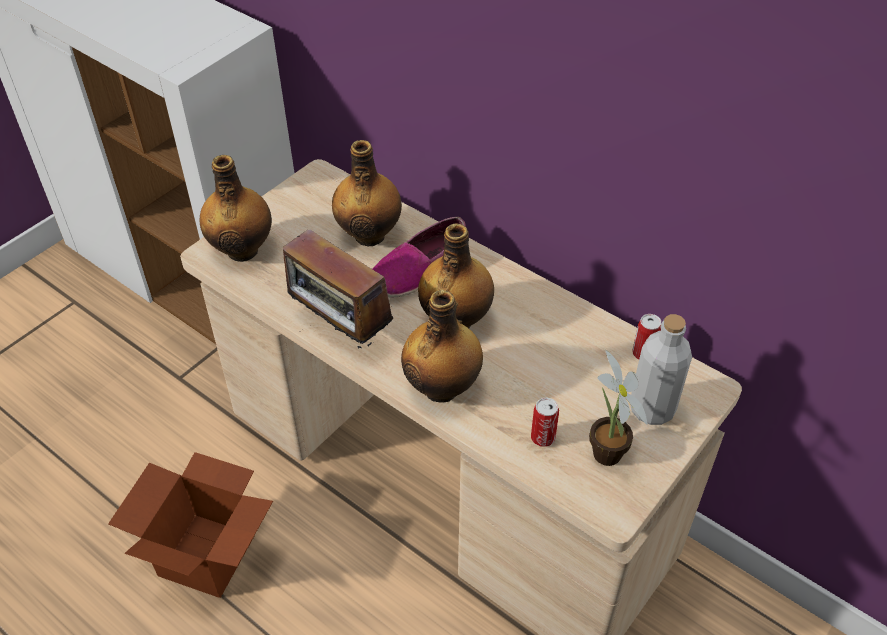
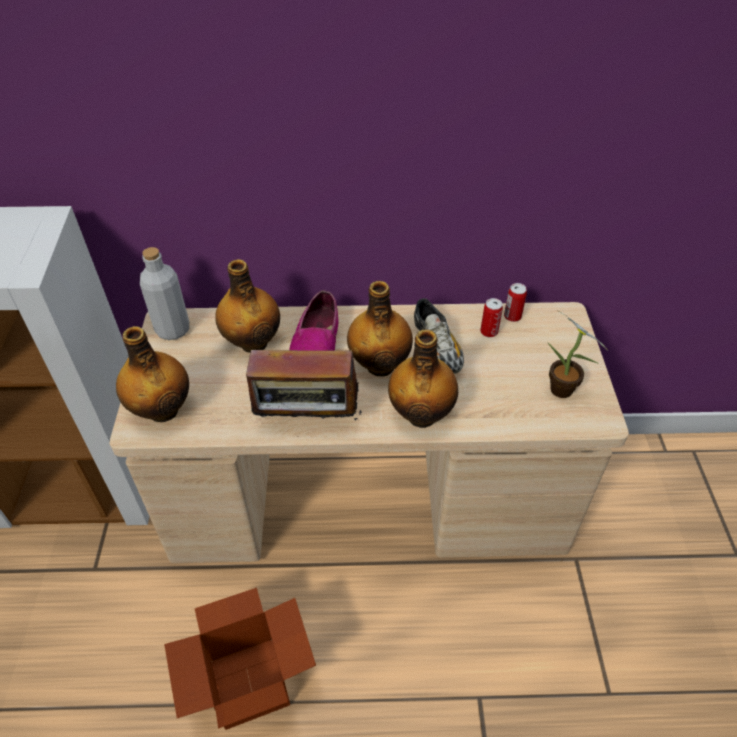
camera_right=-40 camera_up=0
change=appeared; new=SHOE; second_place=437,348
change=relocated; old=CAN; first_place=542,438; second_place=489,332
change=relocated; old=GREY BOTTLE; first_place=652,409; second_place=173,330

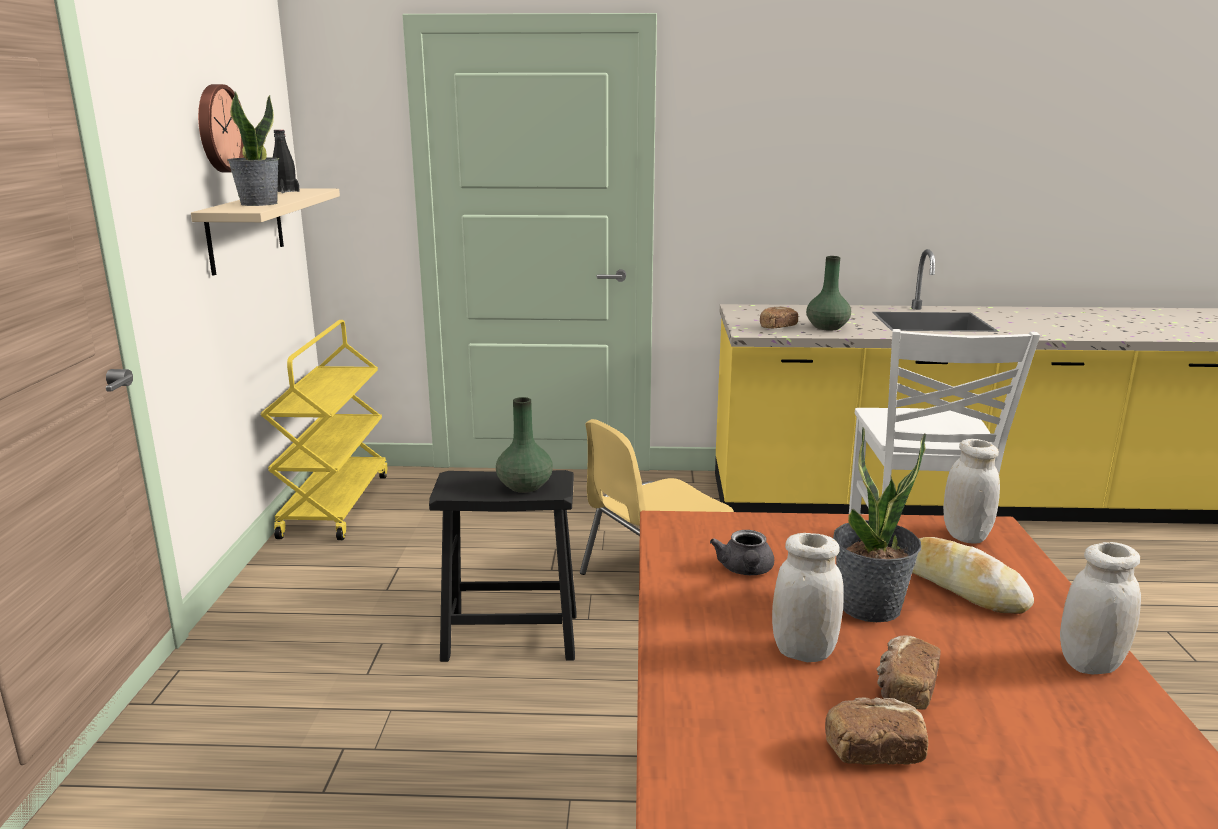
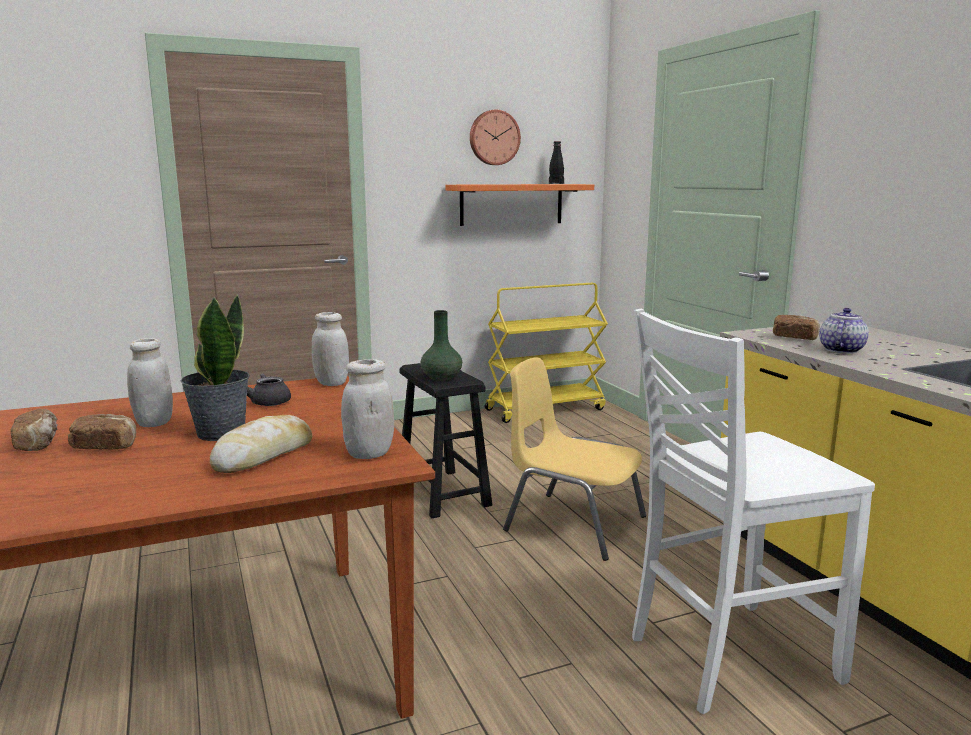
camera_right=65 camera_up=-5
change=missing; old=POTTED PLANT; first_place=258,204
change=relocated; old=WHITE JAR; first_place=1090,663; second_place=331,383
change=exchanged; old=GREEN VASE; new=TEAPOT; first_place=826,327; second_place=841,350
change=colour; old=BEIGE SHELF; new=ORANGE SHELF; first_place=246,229; second_place=511,204

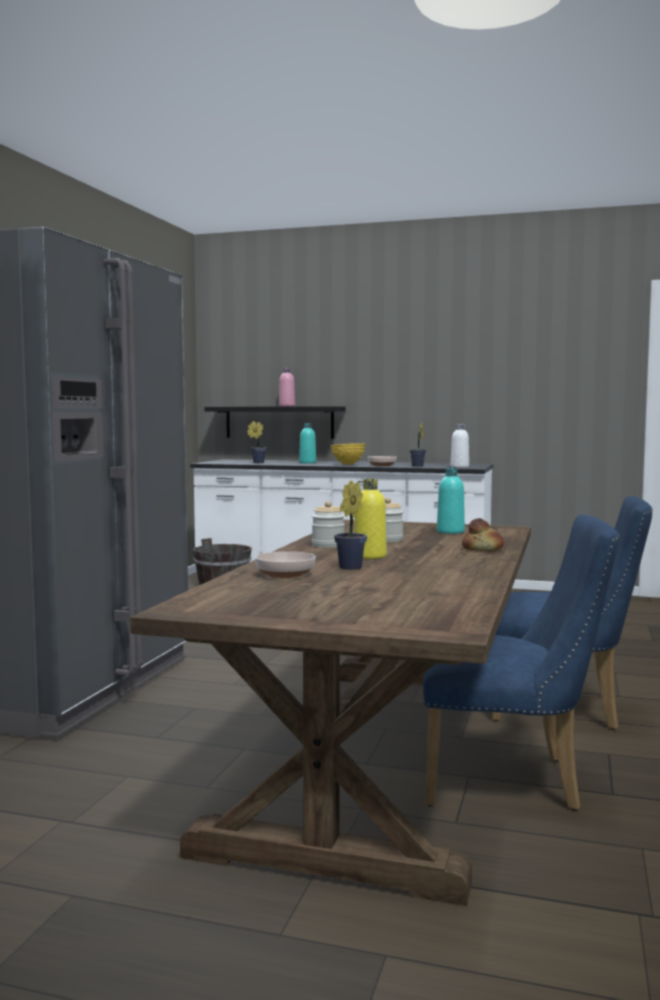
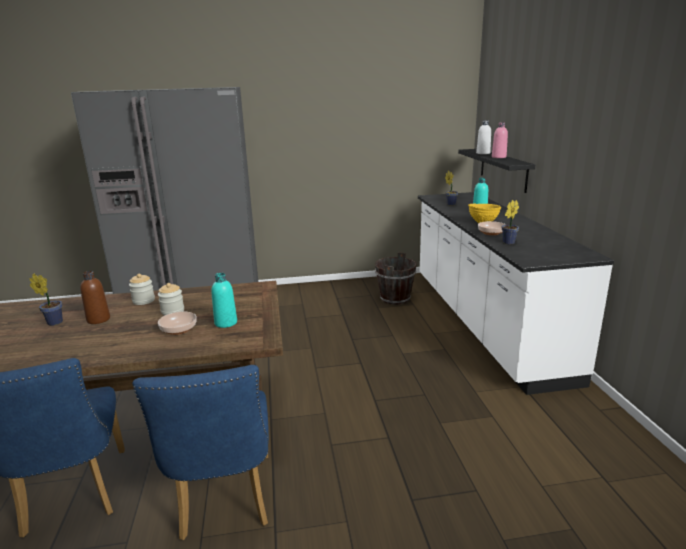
camera_right=65 camera_up=15
change=missing; old=BREAD; first_place=483,549
change=relocated; old=BOWL; first_place=284,575; second_place=179,329
change=relocated; old=WHITE BOTTLE; first_place=459,467; second_place=483,153
change=colour; old=YELLOW BOTTLE; new=BROWN BOTTLE; first_place=369,556; second_place=98,319

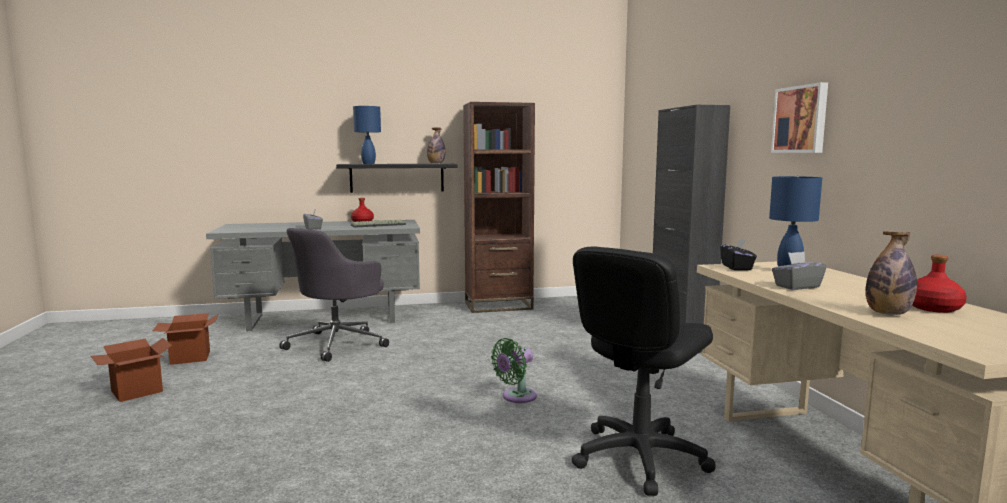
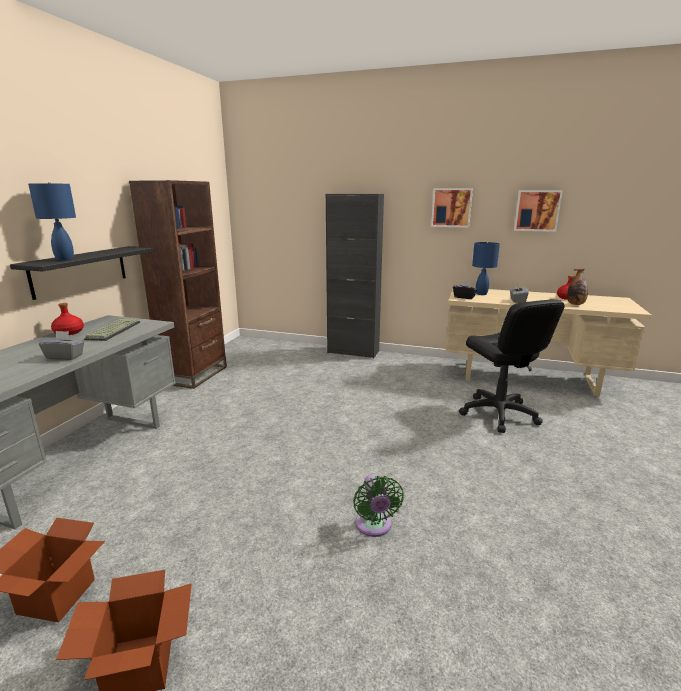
camera_right=-60 camera_up=10
change=missing; old=GREY OFFICE CHAIR; first_place=338,344
change=missing; old=BOTTLE; first_place=436,163
change=appeared; new=PICTURE; second_place=537,210
change=relocated; old=GREEN FAN; first_place=516,397; second_place=374,527

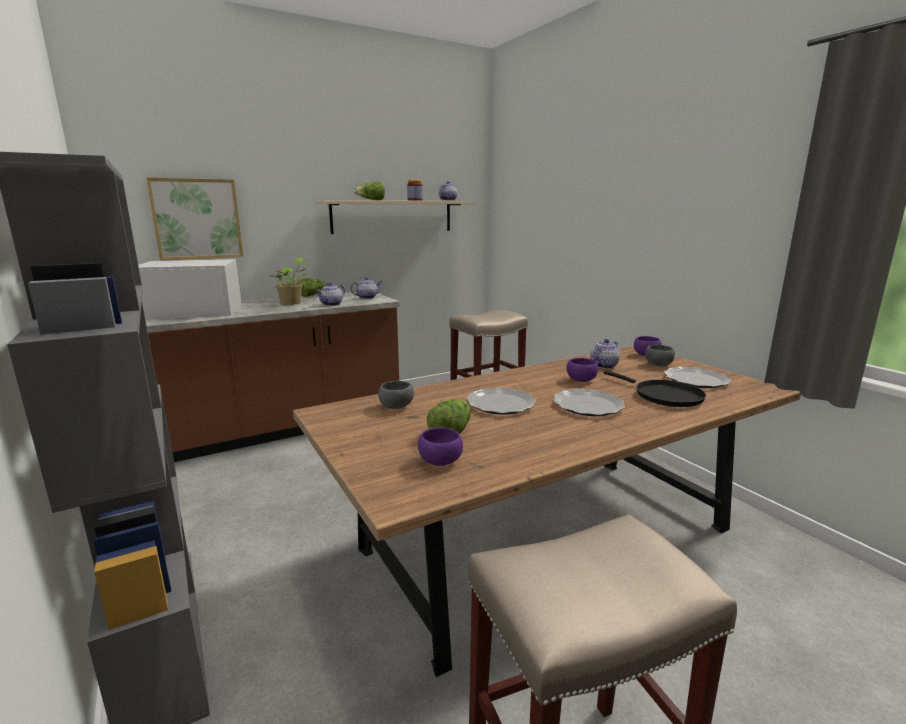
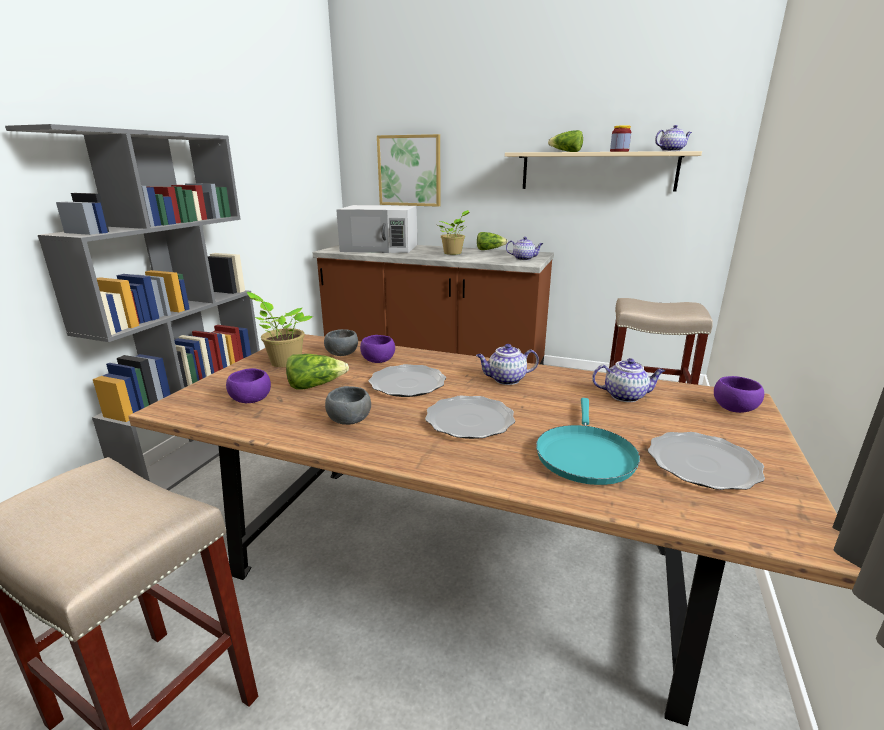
camera_right=50 camera_up=5
change=appeared; new=POTTED PLANT; second_place=283,362
change=relocated; old=TEAPOT; first_place=331,304; second_place=505,380
change=relocated; old=PURPLE BOWL; first_place=581,380; second_place=377,361
change=relocated; old=GREY BOWL; first_place=658,365; second_place=348,421
change=colour; old=BLACK FRYING PAN; new=TURQUOISE FRYING PAN; first_place=664,396; second_place=585,455
change=spun; old=WHITE MICROWAVE; first_place=193,311; second_place=380,248; degrees=150

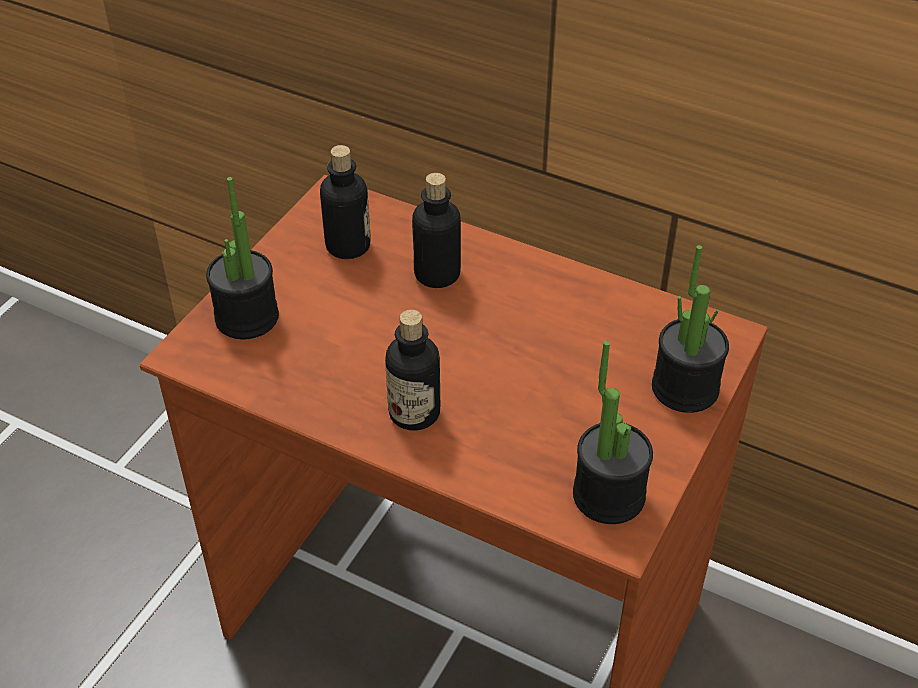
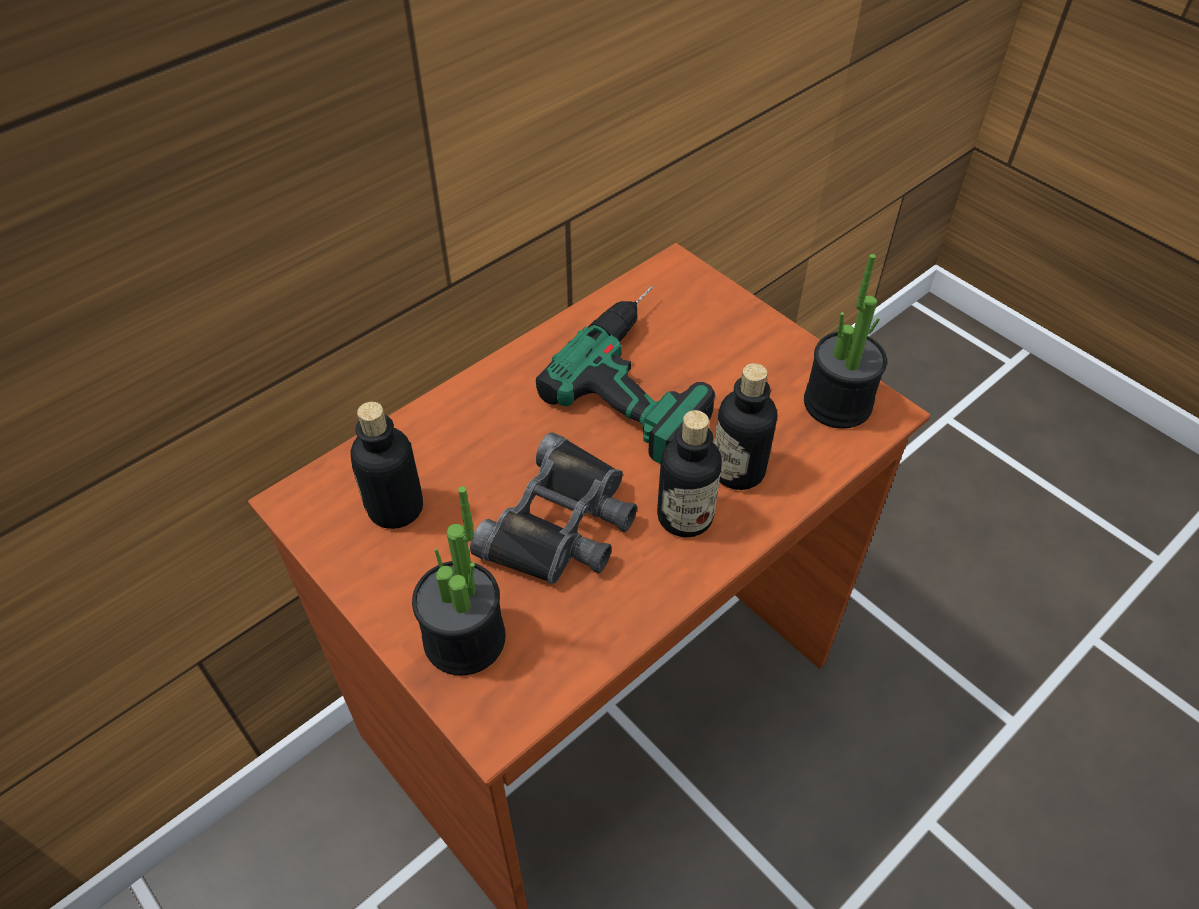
camera_right=-70 camera_up=5
change=missing; old=POTTED PLANT; first_place=685,388
change=appeared; new=BLACK BINOCULARS; second_place=562,523
change=appeared; new=POWER DRILL; second_place=650,375
change=relocated; old=BOTTLE; first_place=437,274; second_place=738,470

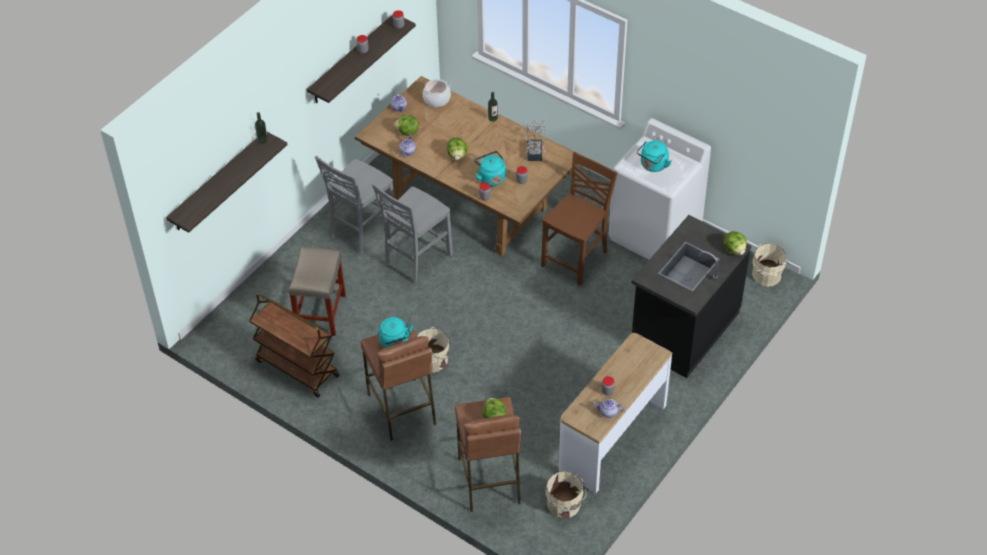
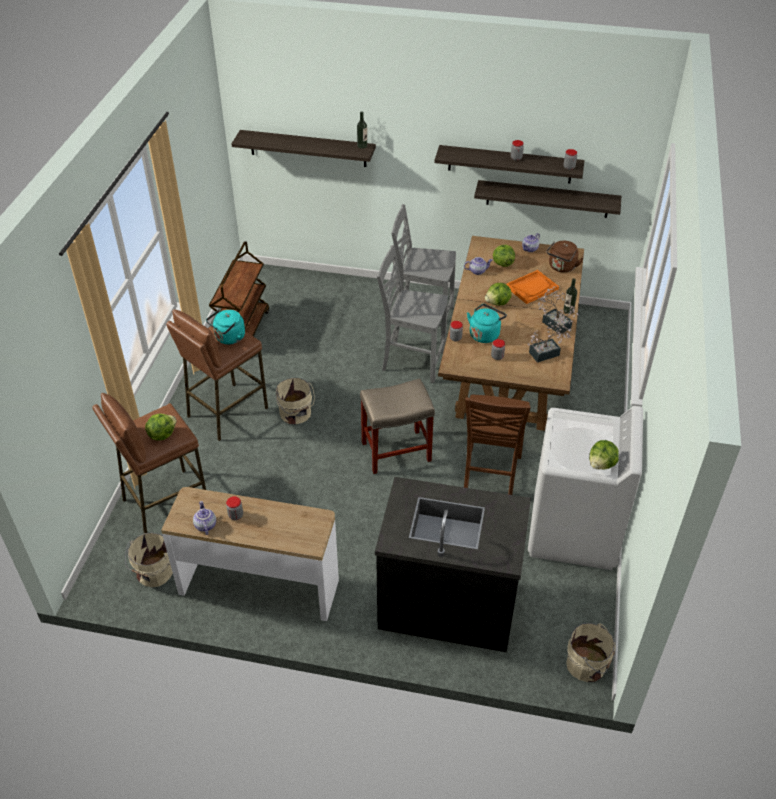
camera_right=65 camera_up=-5
change=missing; old=TURQUOISE KETTLE; first_place=653,166
change=appeared; new=SHELF; second_place=547,199
change=appeared; new=ORANGE TRAY; second_place=532,288
change=appeared; new=POTTED PLANT; second_place=554,323
change=relocated; old=BEIGE STOOL; first_place=320,312; second_place=397,451
change=relocated; old=LETTUCE; first_place=734,250; second_place=601,464
change=exchanged; old=COOKING POT; new=BROWN KETTLE; first_place=437,99; second_place=561,267
change=spun; old=BROWN CHAIR; first_place=576,259; second_place=490,476; degrees=90

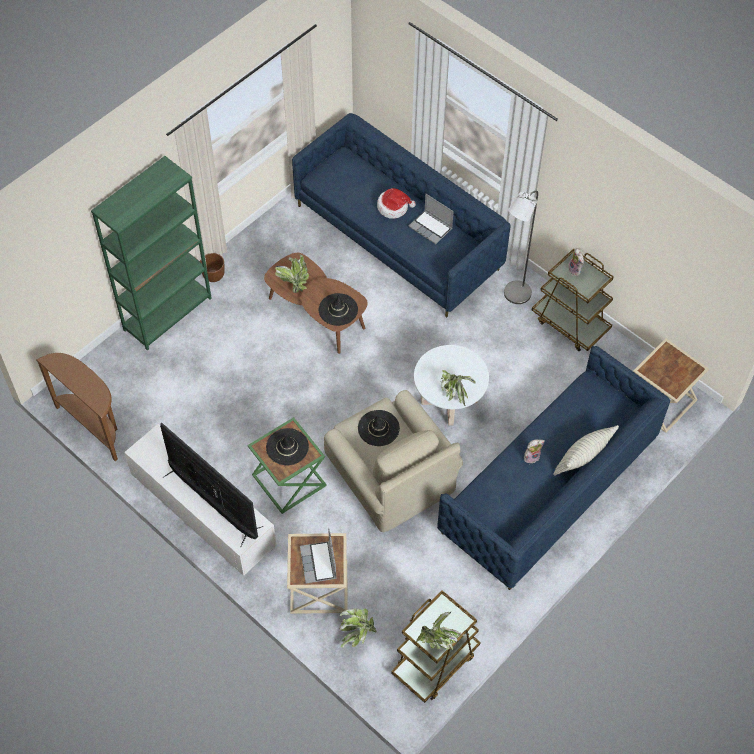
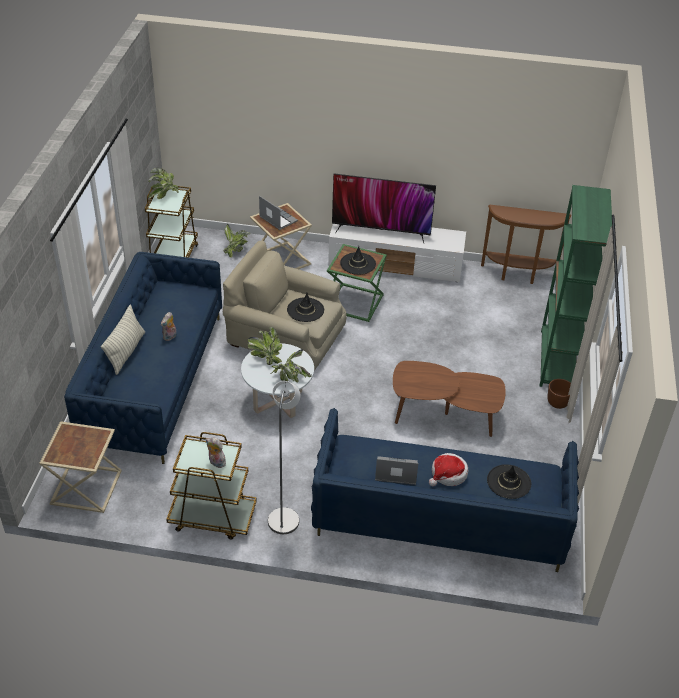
camera_right=145 camera_up=-15
change=relocated; old=POTTED PLANT; first_place=294,282; second_place=289,379
change=relocated; old=BLACK HAT; first_place=338,309; second_place=509,482

